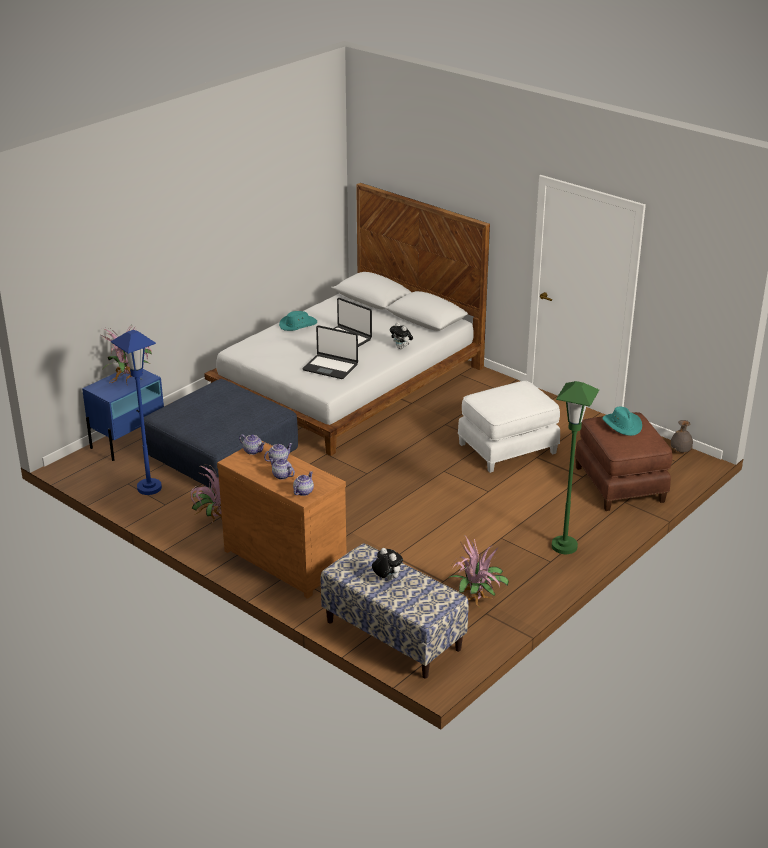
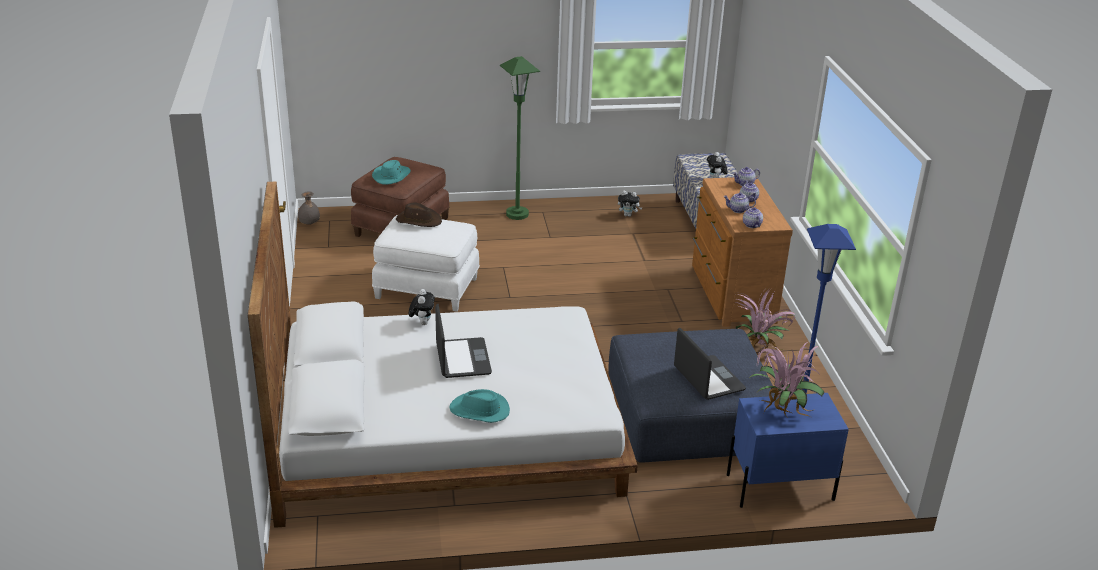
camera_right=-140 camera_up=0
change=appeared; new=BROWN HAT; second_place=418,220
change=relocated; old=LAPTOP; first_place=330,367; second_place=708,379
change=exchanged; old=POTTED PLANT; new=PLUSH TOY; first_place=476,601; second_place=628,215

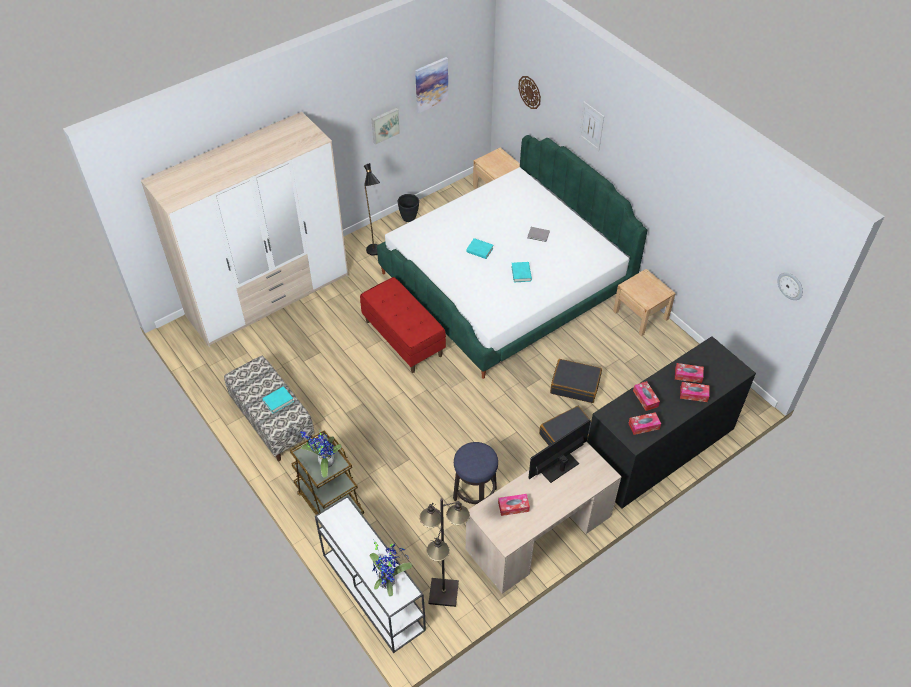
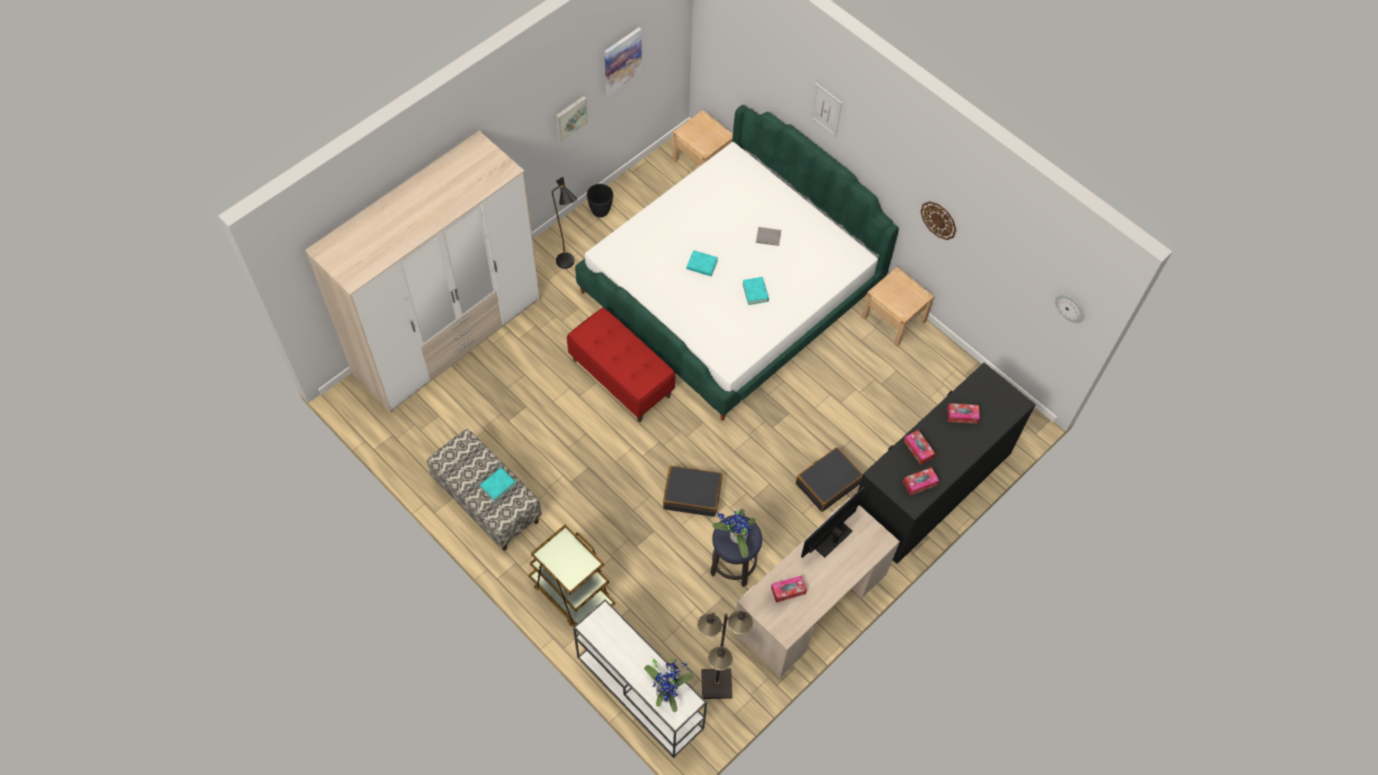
camera_right=-10 camera_up=10
change=missing; old=TISSUE BOX; first_place=693,394
change=relocated; old=POTTED PLANT; first_place=324,462; second_place=736,537
change=relocated; old=WALL CLOCK; first_place=530,92; second_place=938,220
change=relocated; old=BLACK SUITCASE; first_place=575,385; second_place=692,494

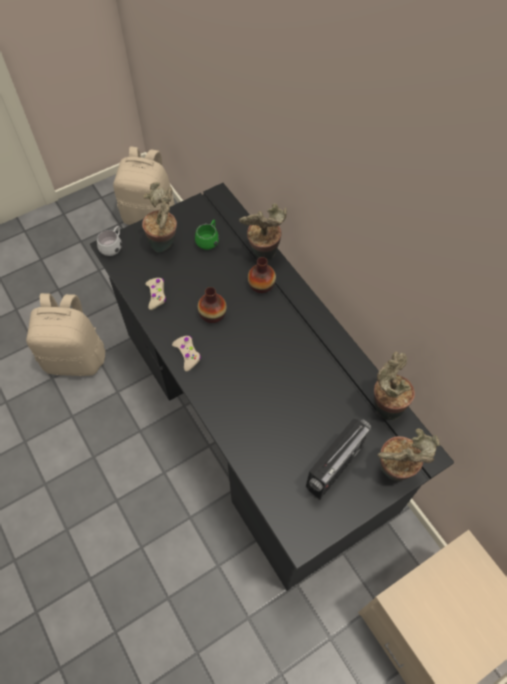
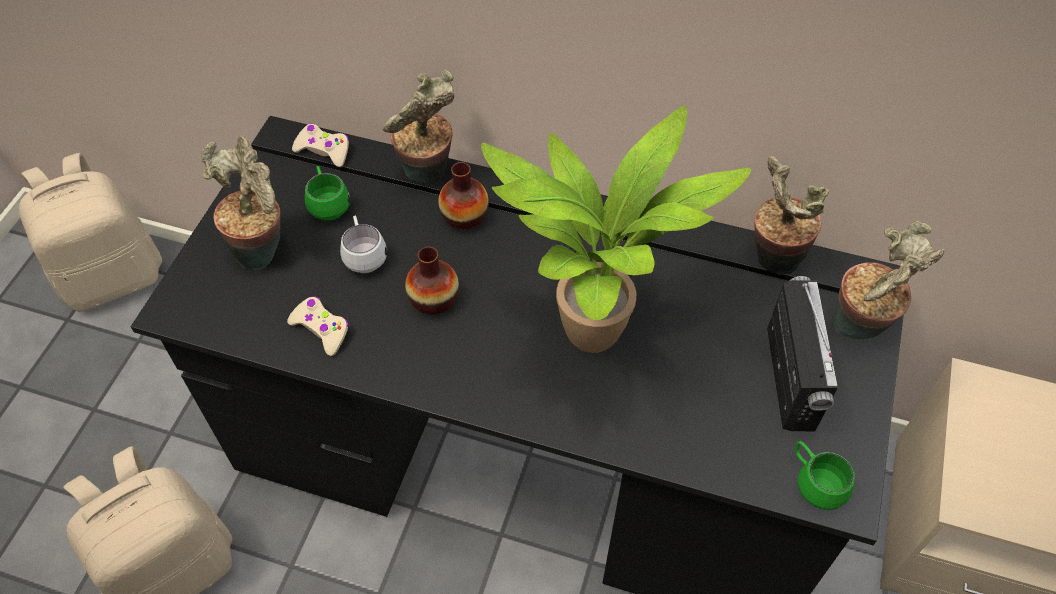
camera_right=-40 camera_up=-5
change=appeared; new=POTTED PLANT; second_place=594,342
change=appeared; new=GREEN MUG; second_place=813,483
change=relocated; old=WHITE MUG; first_place=113,247; second_place=364,256
change=relocated; old=BEIGE GAME CONTROLLER; first_place=187,354; second_place=324,150

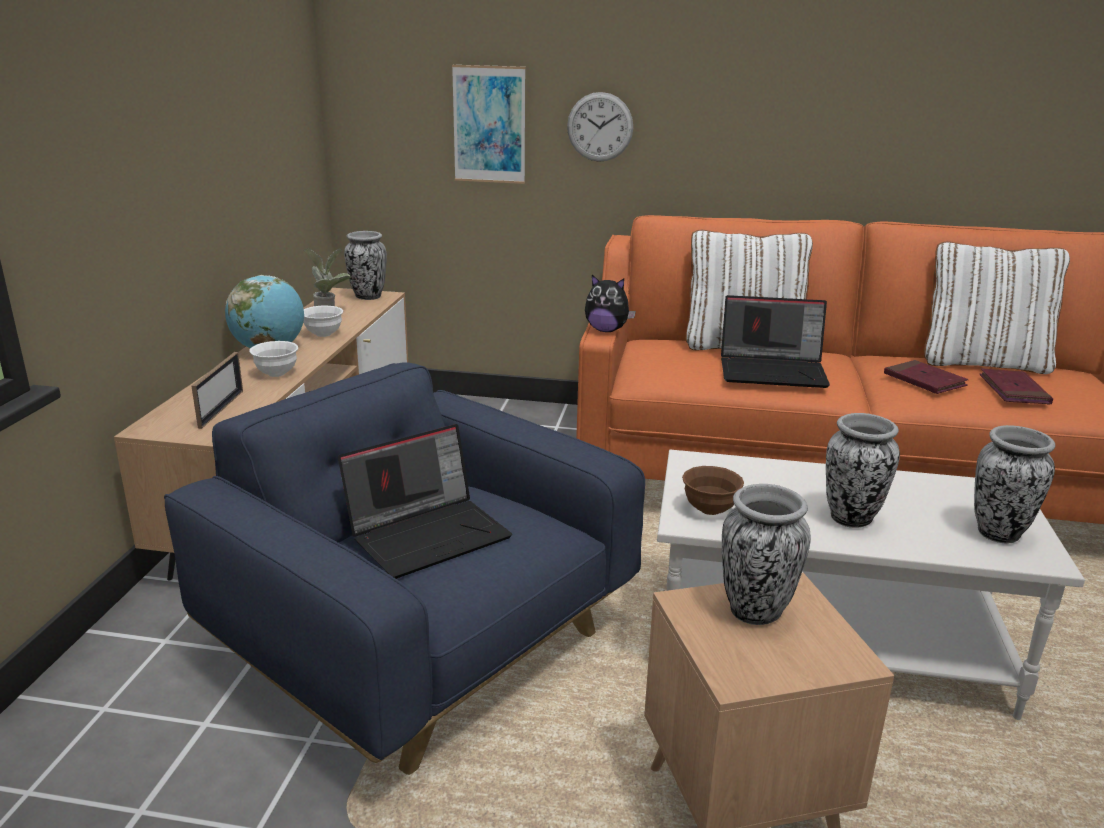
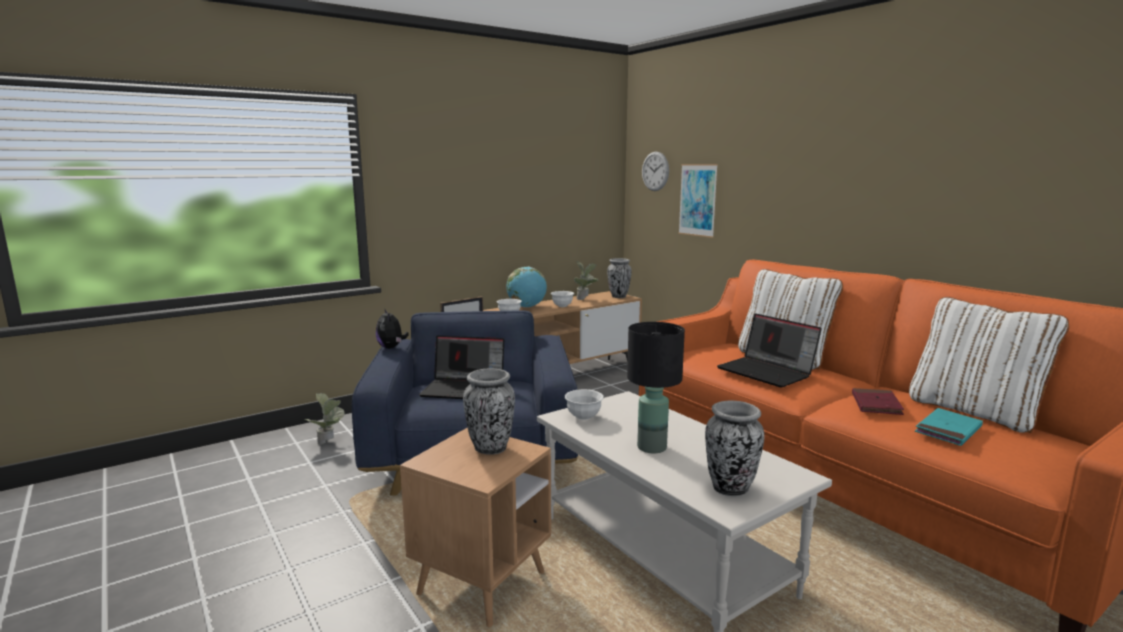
camera_right=45 camera_up=-10
change=appeared; new=POTTED PLANT; second_place=329,442
change=relocated; old=WALL CLOCK; first_place=600,127; second_place=655,171
change=relocated; old=PLUSH TOY; first_place=607,330; second_place=391,347
change=exchanged; old=VASE; new=BLACK TABLE LAMP; first_place=852,518; second_place=651,447
change=colour; old=BROWN BOWL; new=WHITE BOWL; first_place=709,509; second_place=584,417
change=colour; old=RED BOOK; new=TURQUOISE BOOK; first_place=1013,390; second_place=948,430

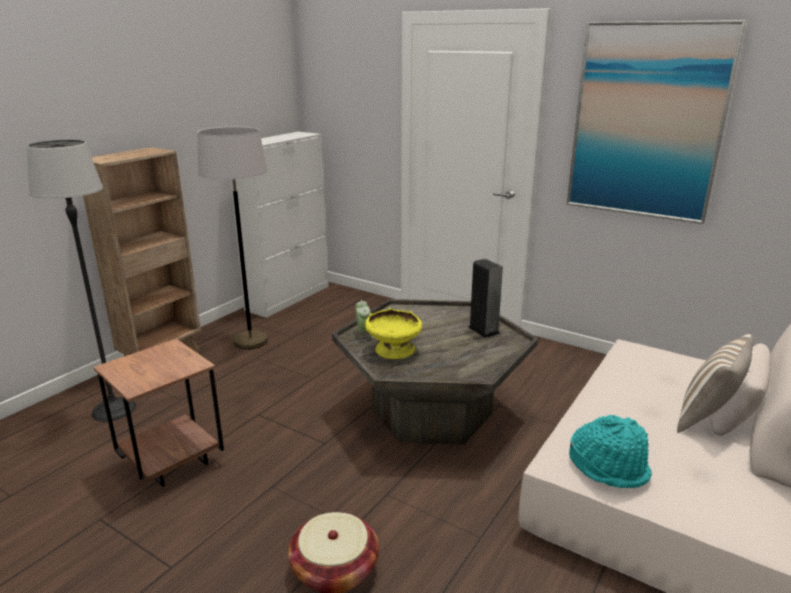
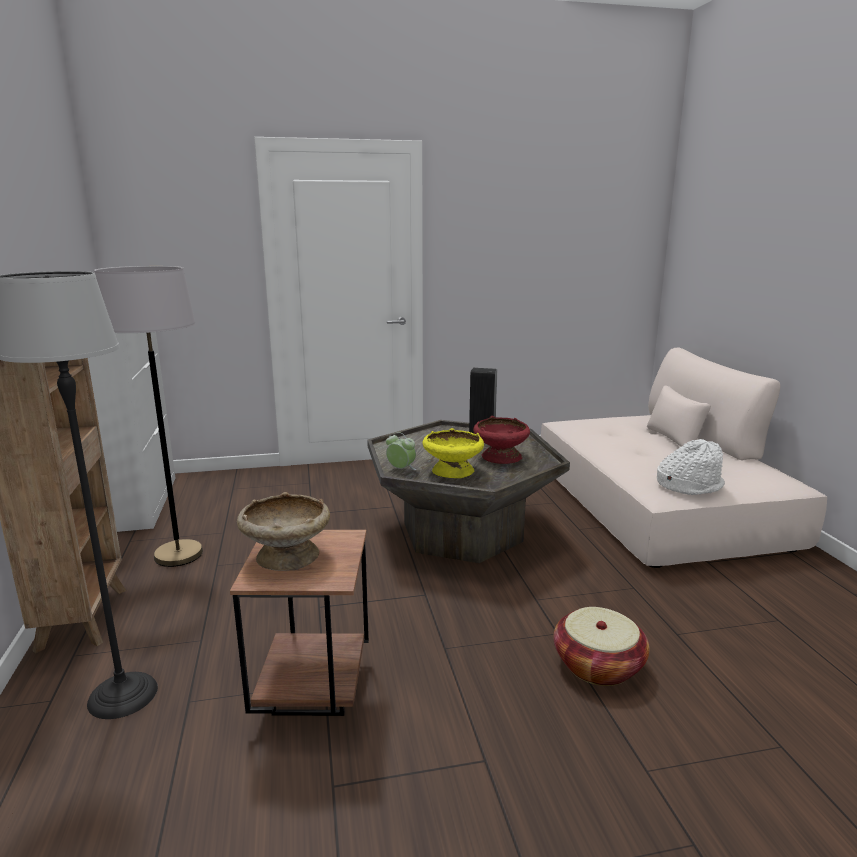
camera_right=-45 camera_up=-5
change=missing; old=PICTURE; first_place=646,122
change=missing; old=PILLOW; first_place=707,418
change=appeared; new=BEIGE BOWL; second_place=287,557
change=appeared; new=RED BOWL; second_place=500,457
change=colour; old=TURQUOISE HAT; new=WHITE HAT; first_place=609,467; second_place=689,485

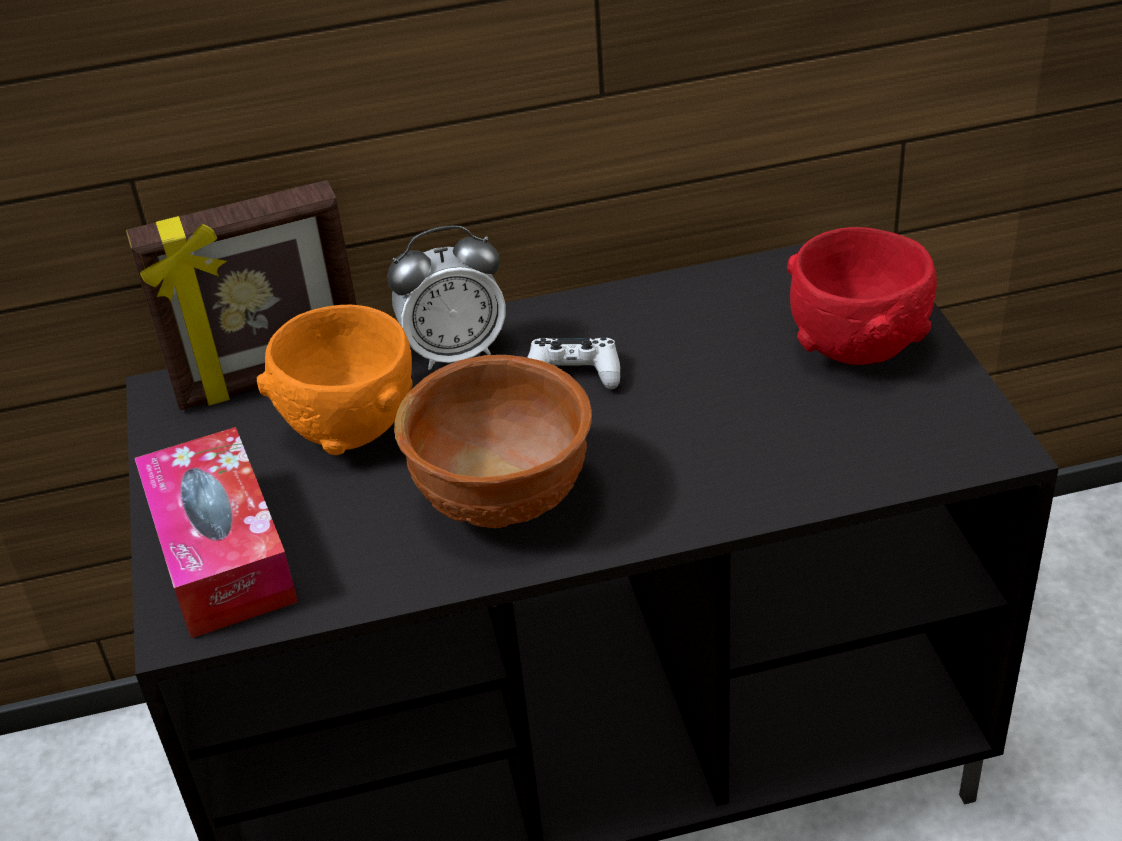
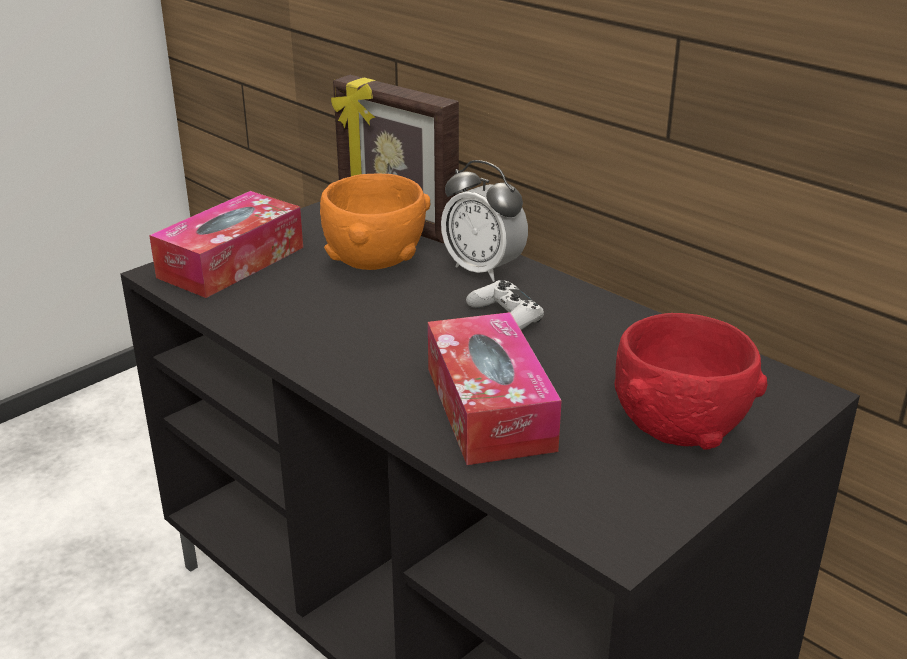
camera_right=55 camera_up=-10
change=missing; old=BROWN BOWL; first_place=504,500
change=appeared; new=TISSUE BOX; second_place=489,408

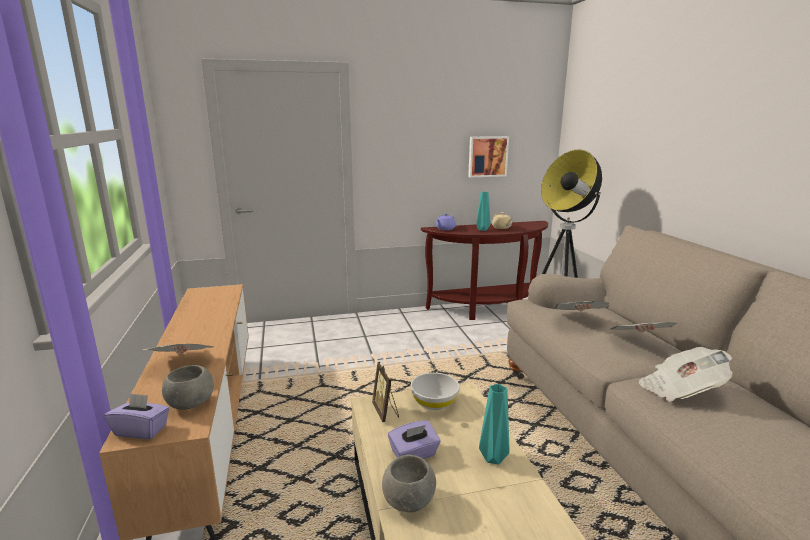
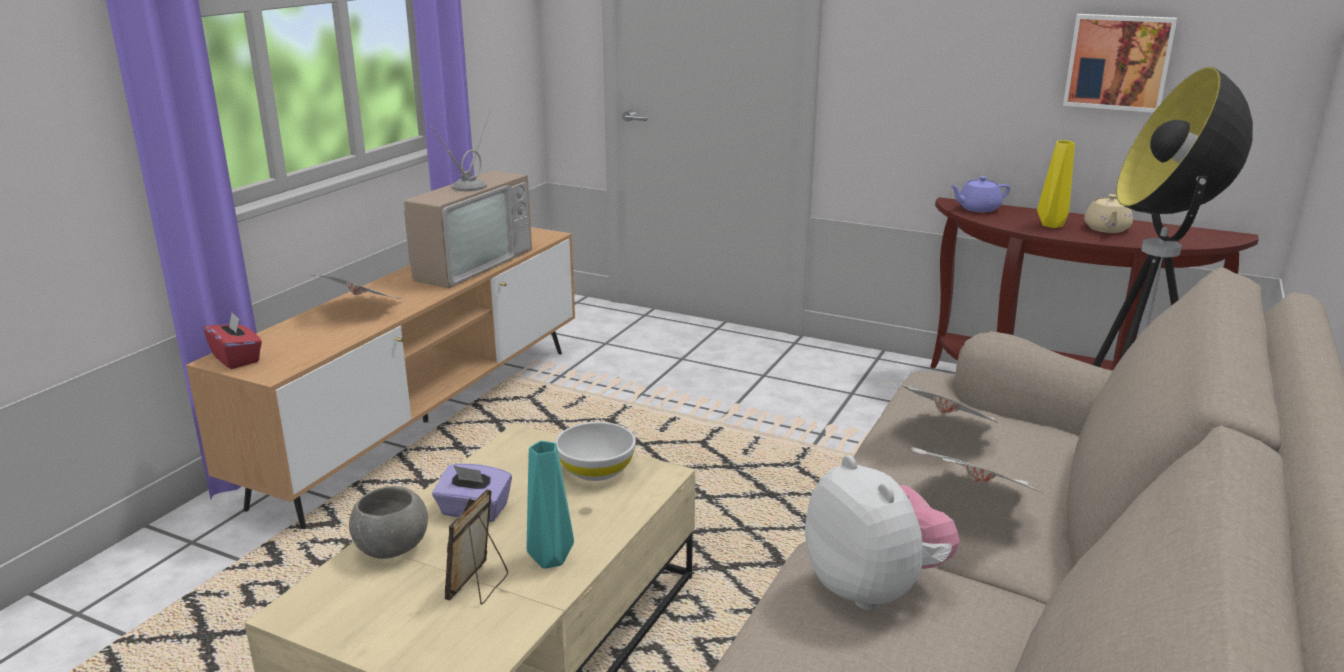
camera_right=40 camera_up=5
change=missing; old=GREY BOWL; first_place=191,404
change=appeared; new=TELEVISION; second_place=468,263
change=relocated; old=PICTURE FRAME; first_place=385,412; second_place=479,586
change=exchanged; old=NEWSPAPER; new=PLUSH TOY; first_place=680,390; second_place=874,589
change=colour; old=PURPLE TISSUE BOX; new=RED TISSUE BOX; first_place=141,430; second_place=237,358
change=colour; old=TURQUOISE VASE; new=YELLOW VASE; first_place=482,230; second_place=1051,225

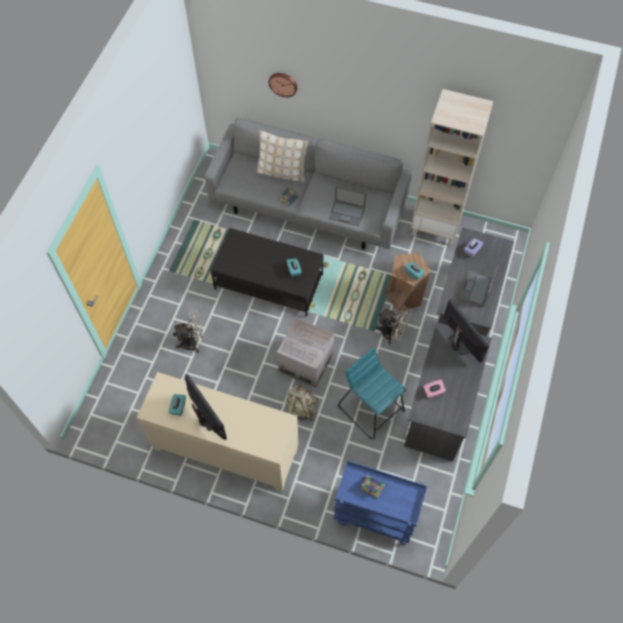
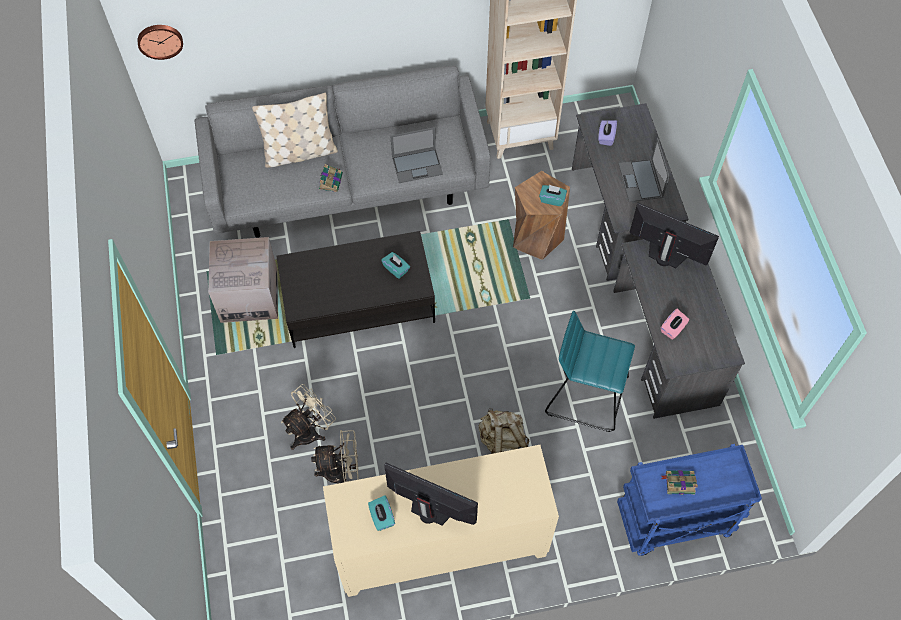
camera_right=-30 camera_up=0
change=relocated; old=WALL CLOCK; first_place=283,83; second_place=160,40
change=relocated; old=CARDBOARD BOX; first_place=306,362; second_place=249,296
change=relocated; old=BEIGE FAN; first_place=392,334; second_place=341,472

